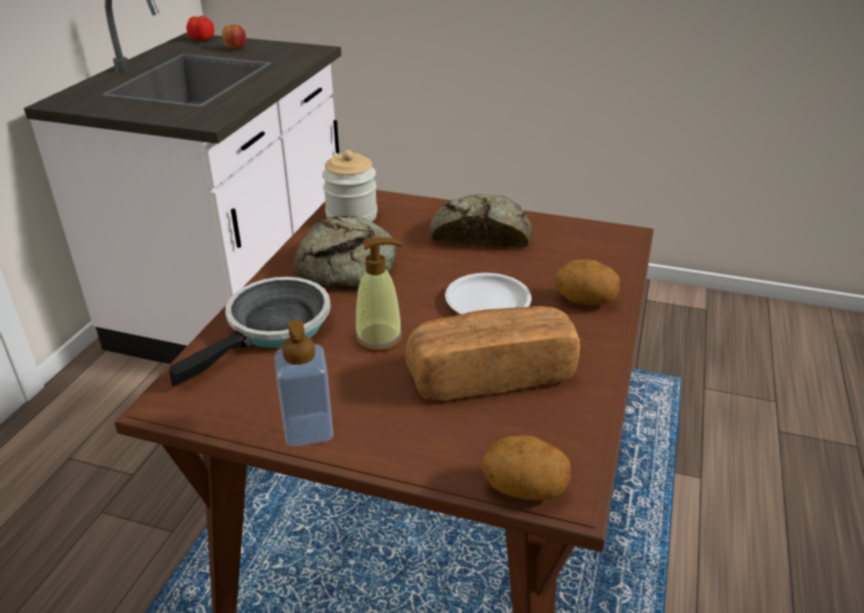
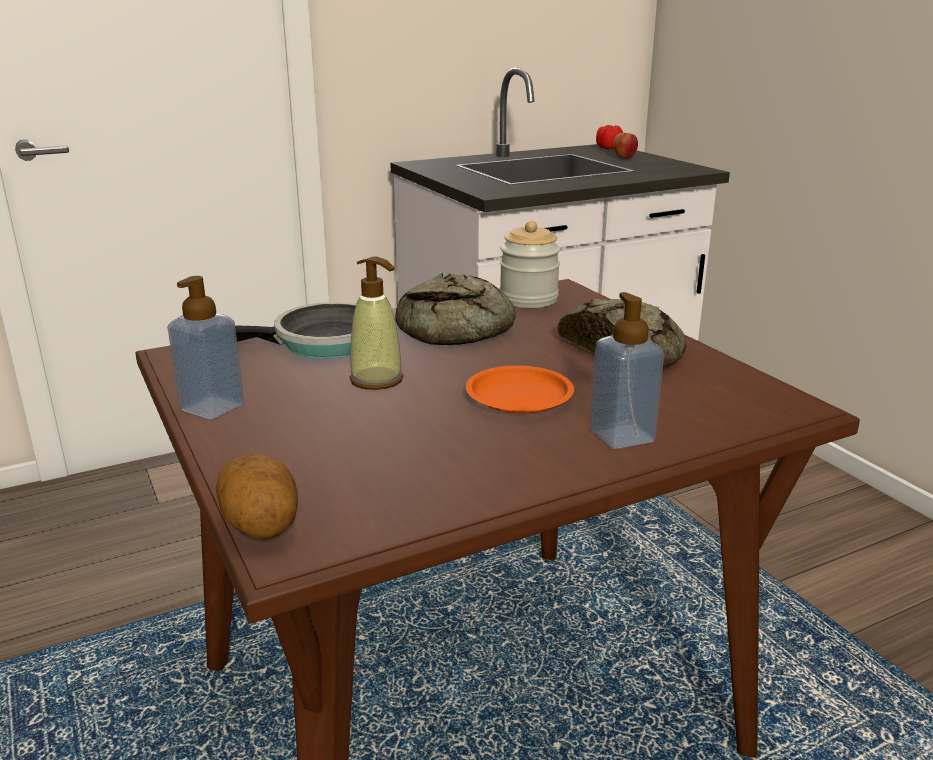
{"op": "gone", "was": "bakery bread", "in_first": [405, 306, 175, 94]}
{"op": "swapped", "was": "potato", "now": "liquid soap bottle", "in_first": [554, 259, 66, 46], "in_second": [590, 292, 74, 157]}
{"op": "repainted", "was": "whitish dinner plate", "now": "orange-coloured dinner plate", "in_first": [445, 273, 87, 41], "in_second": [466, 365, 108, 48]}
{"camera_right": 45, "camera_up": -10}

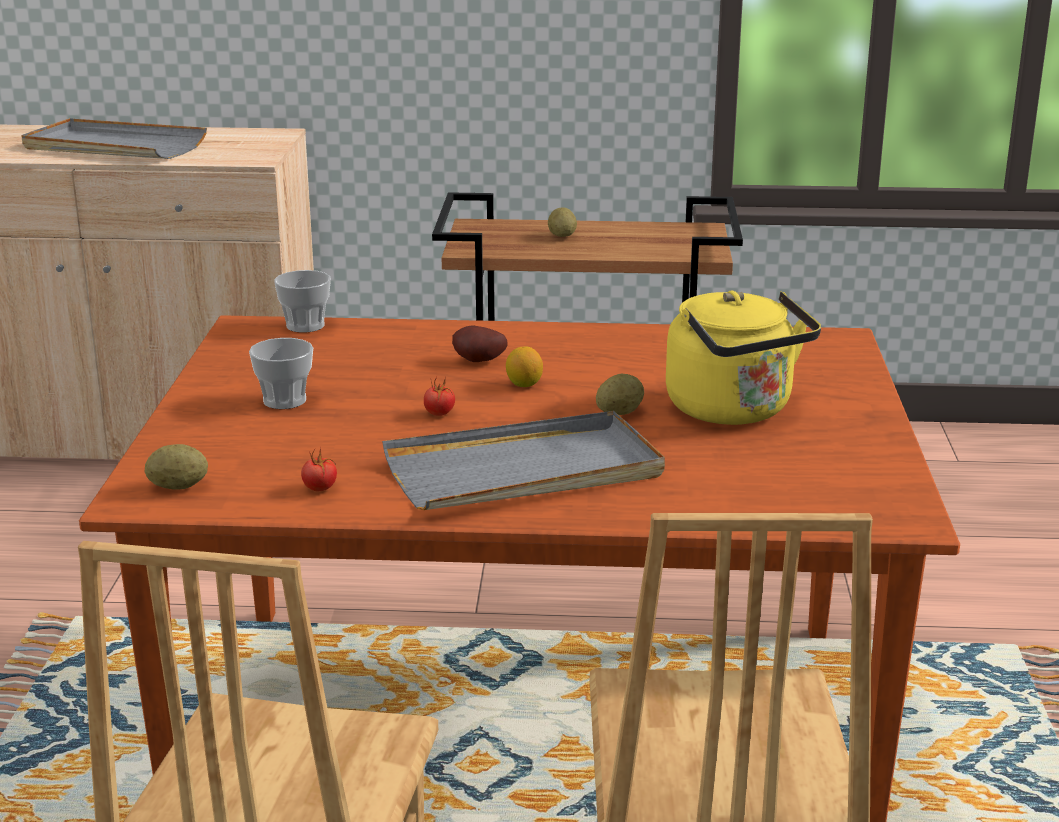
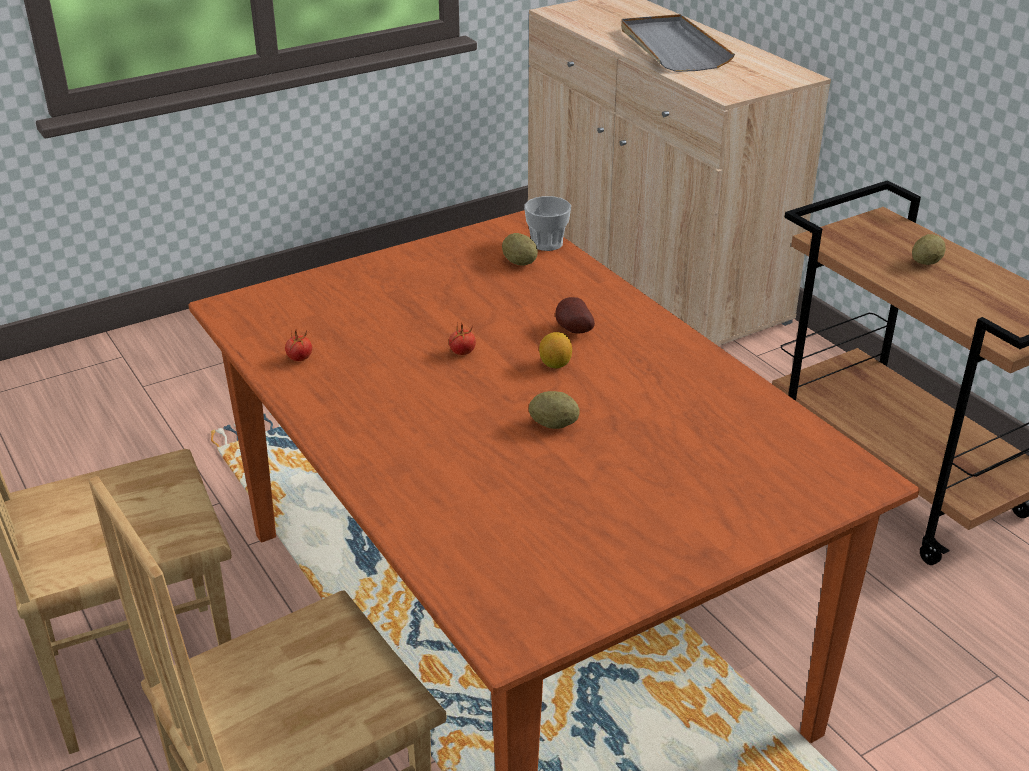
{"op": "gone", "was": "drinking cup", "in_first": [249, 338, 64, 71]}
{"op": "gone", "was": "gray carrying tray", "in_first": [382, 411, 283, 99]}
{"op": "gone", "was": "yellow water kettle", "in_first": [666, 290, 155, 135]}
{"op": "shifted", "was": "potato", "in_first": [144, 444, 64, 46], "in_second": [502, 233, 36, 33]}
{"camera_right": 55, "camera_up": 10}

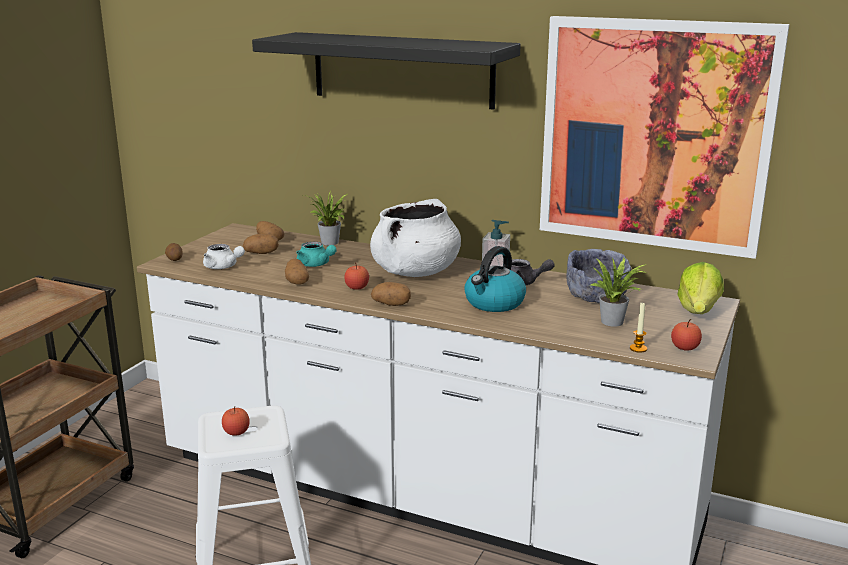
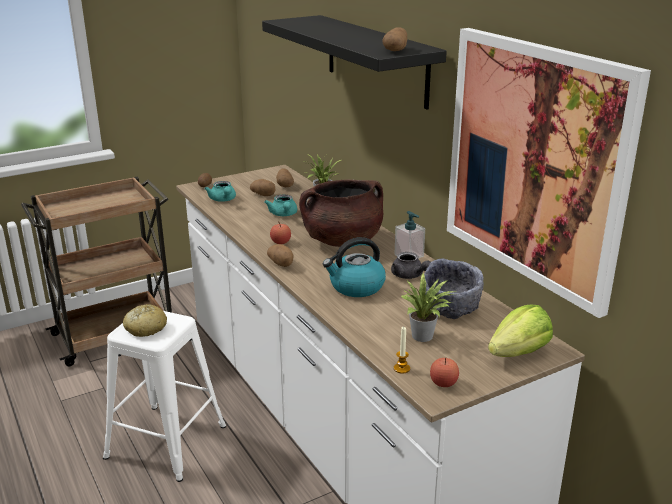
{"op": "shifted", "was": "potato", "in_first": [285, 259, 24, 26], "in_second": [383, 27, 24, 24]}
{"op": "swapped", "was": "apple fruit", "now": "bakery bread", "in_first": [222, 406, 28, 30], "in_second": [123, 304, 44, 33]}
{"op": "repainted", "was": "whitish tea pot", "now": "turquoise-coloured tea pot", "in_first": [203, 244, 42, 25], "in_second": [204, 181, 32, 21]}
{"op": "repainted", "was": "whitish cooking pot", "now": "brown-coloured cooking pot", "in_first": [370, 199, 91, 78], "in_second": [299, 179, 84, 68]}
{"camera_right": 35, "camera_up": 5}

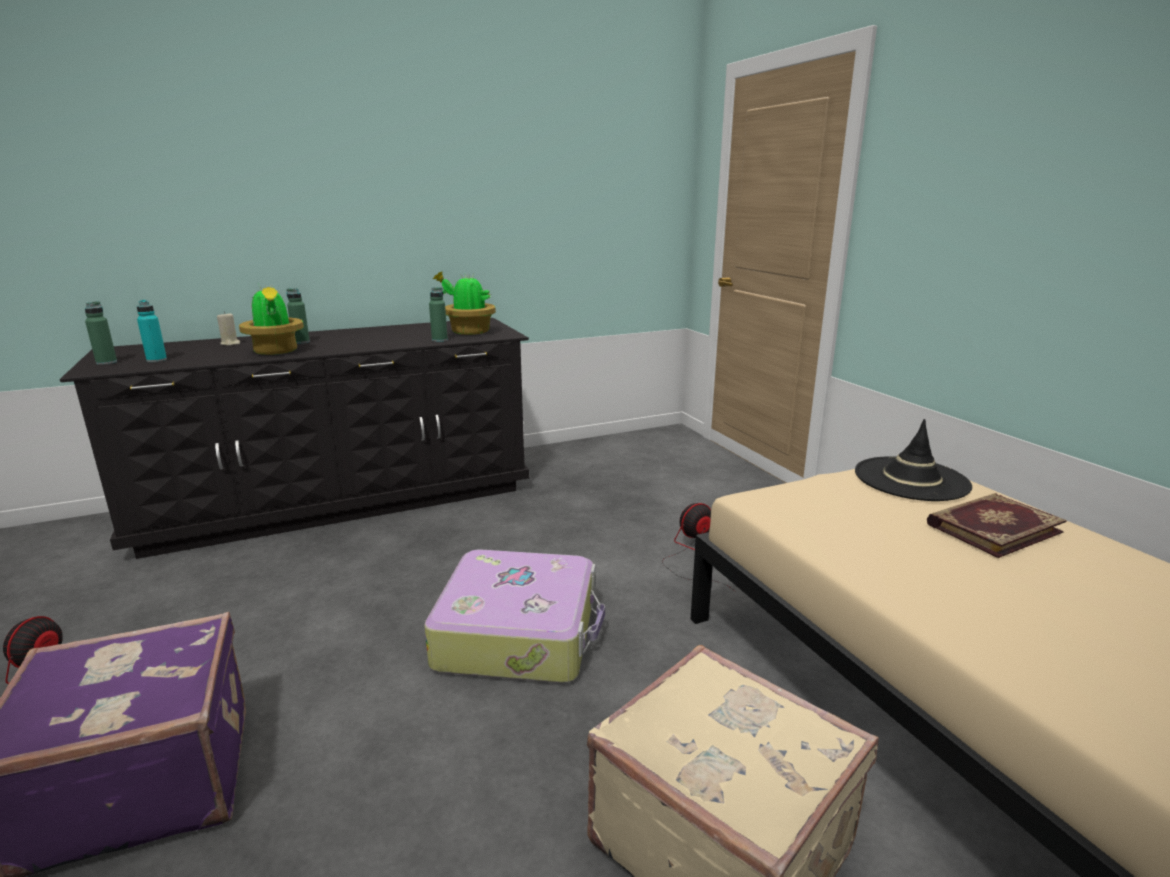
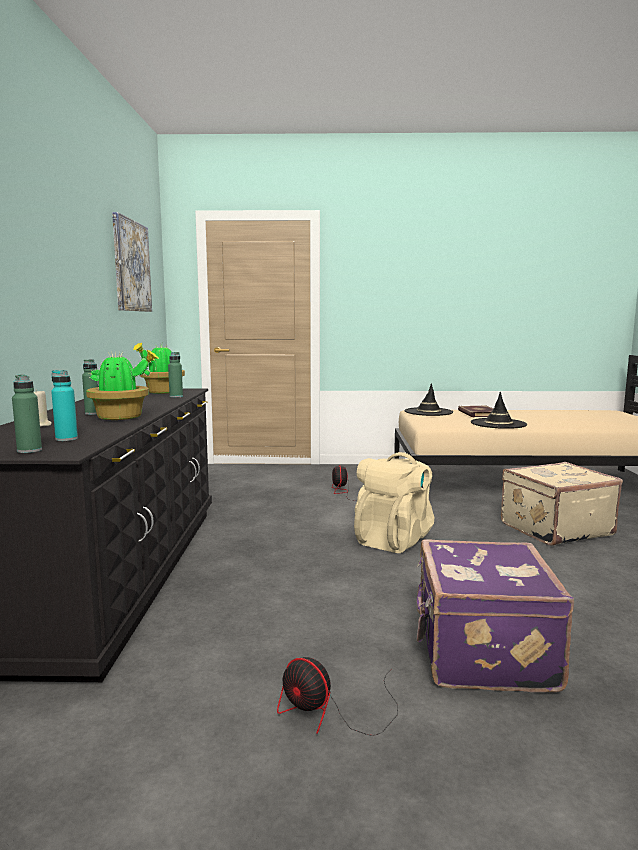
{"op": "new", "now": "wall art", "in_second": [112, 212, 40, 100]}
{"op": "new", "now": "black clothing hat", "in_second": [471, 392, 56, 37]}
{"op": "swapped", "was": "travel case", "now": "sand-coloured backpack", "in_first": [424, 549, 181, 134], "in_second": [354, 452, 80, 101]}
{"camera_right": -65, "camera_up": -10}

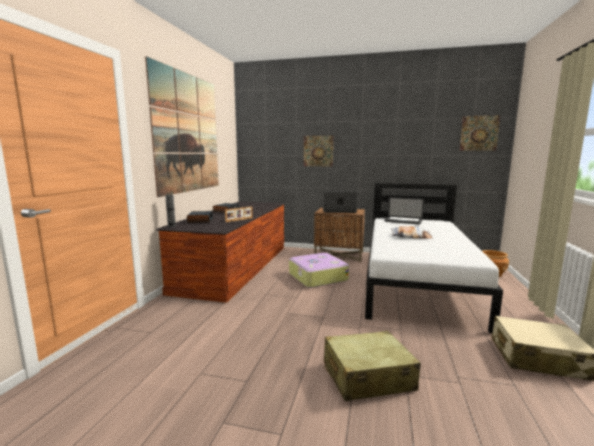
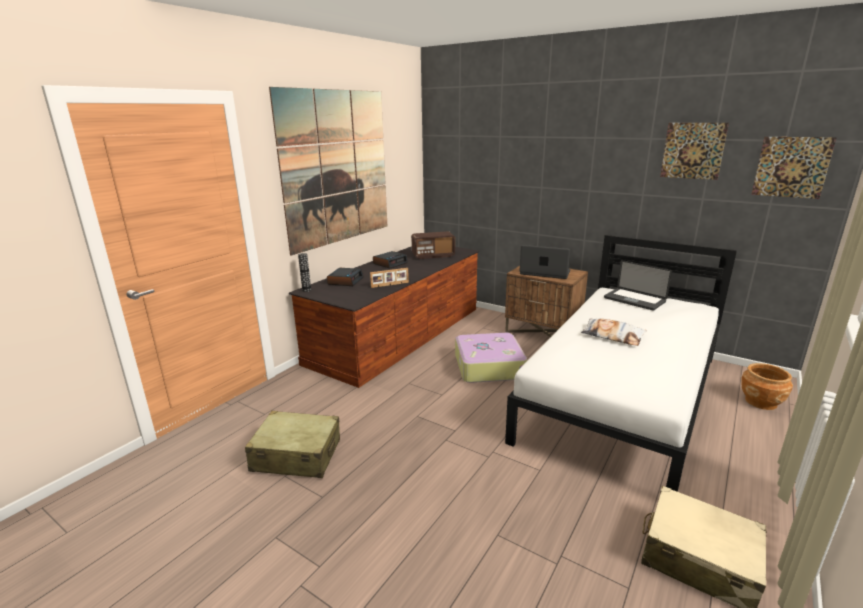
{"op": "new", "now": "radio set", "in_second": [411, 231, 44, 28]}
{"op": "shifted", "was": "wall art", "in_first": [304, 136, 29, 30], "in_second": [660, 123, 69, 57]}
{"op": "shifted", "was": "sand-coloured travel case", "in_first": [324, 331, 97, 70], "in_second": [245, 411, 95, 67]}
{"camera_right": 20, "camera_up": 10}

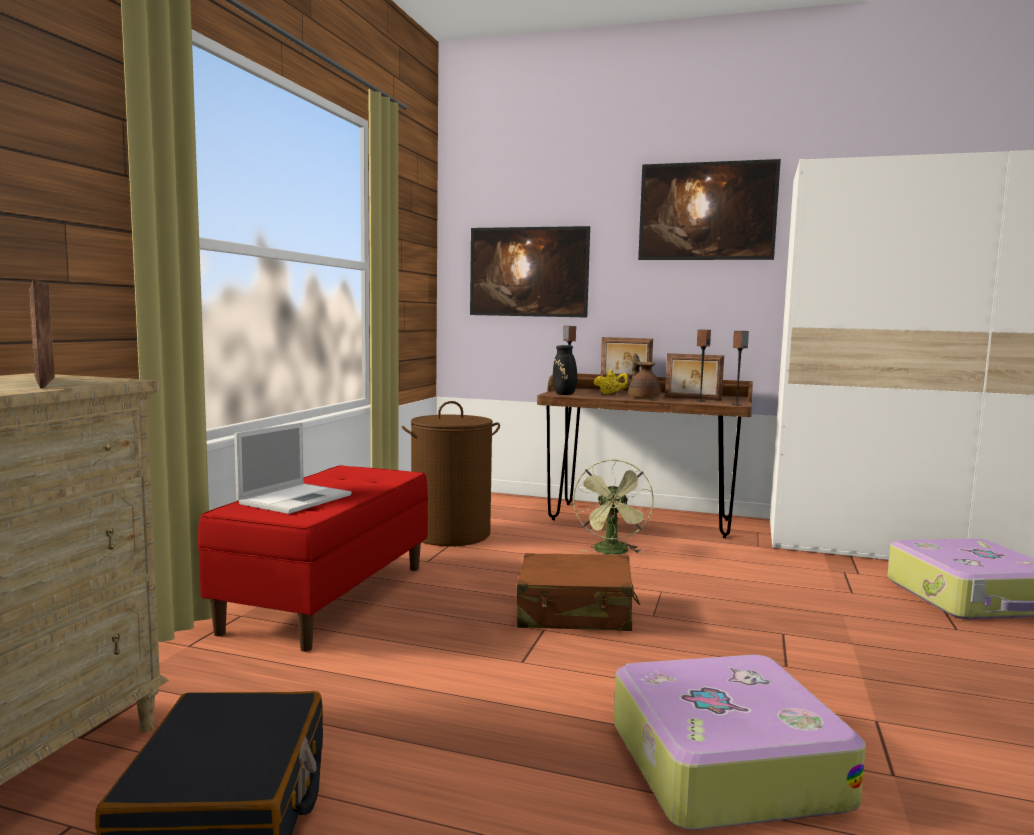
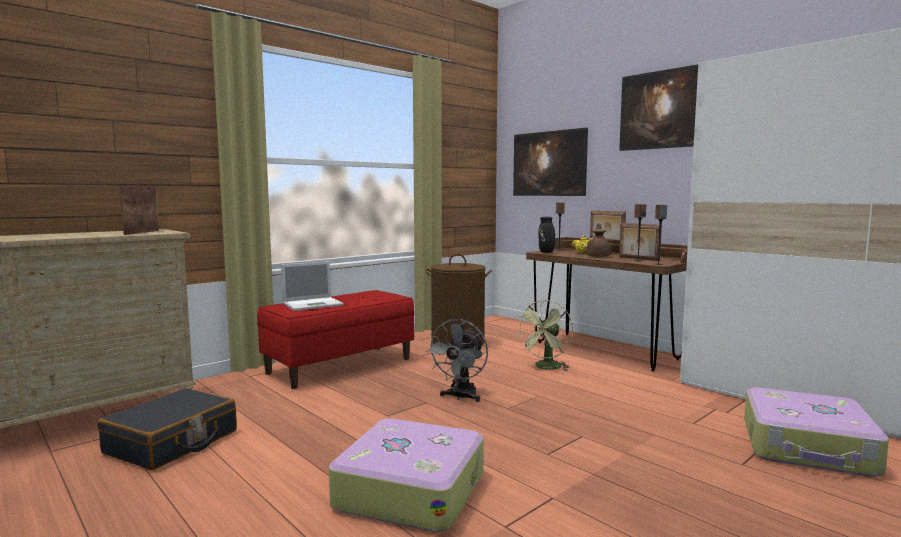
{"op": "swapped", "was": "brown-coloured travel case", "now": "gray fan", "in_first": [516, 553, 124, 78], "in_second": [426, 319, 62, 83]}
{"camera_right": 30, "camera_up": 0}

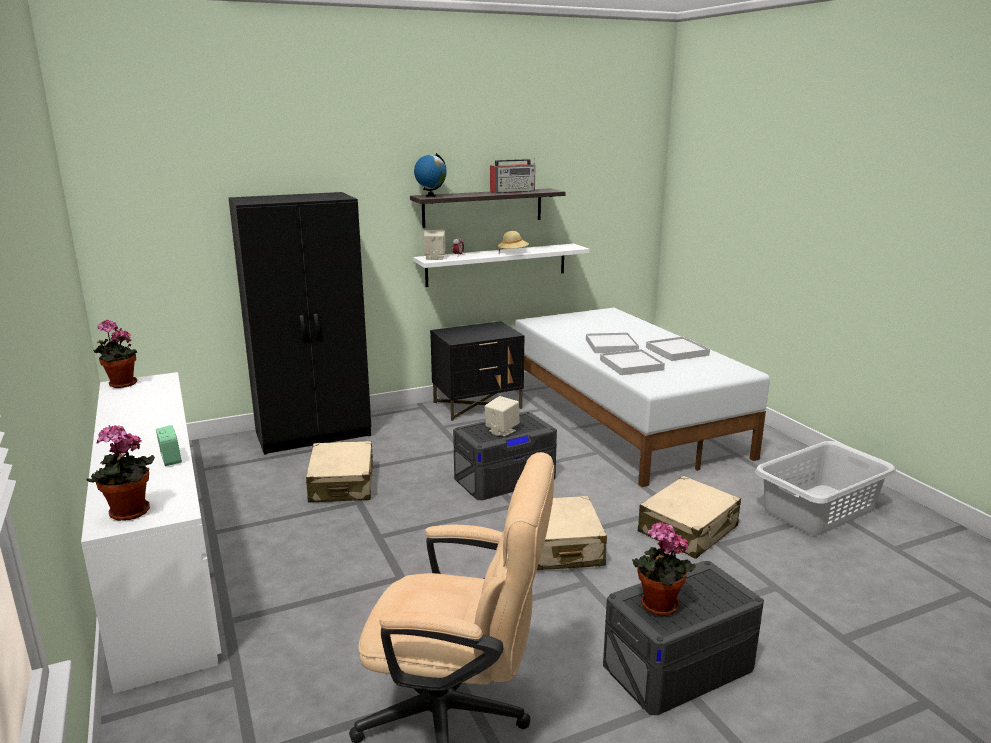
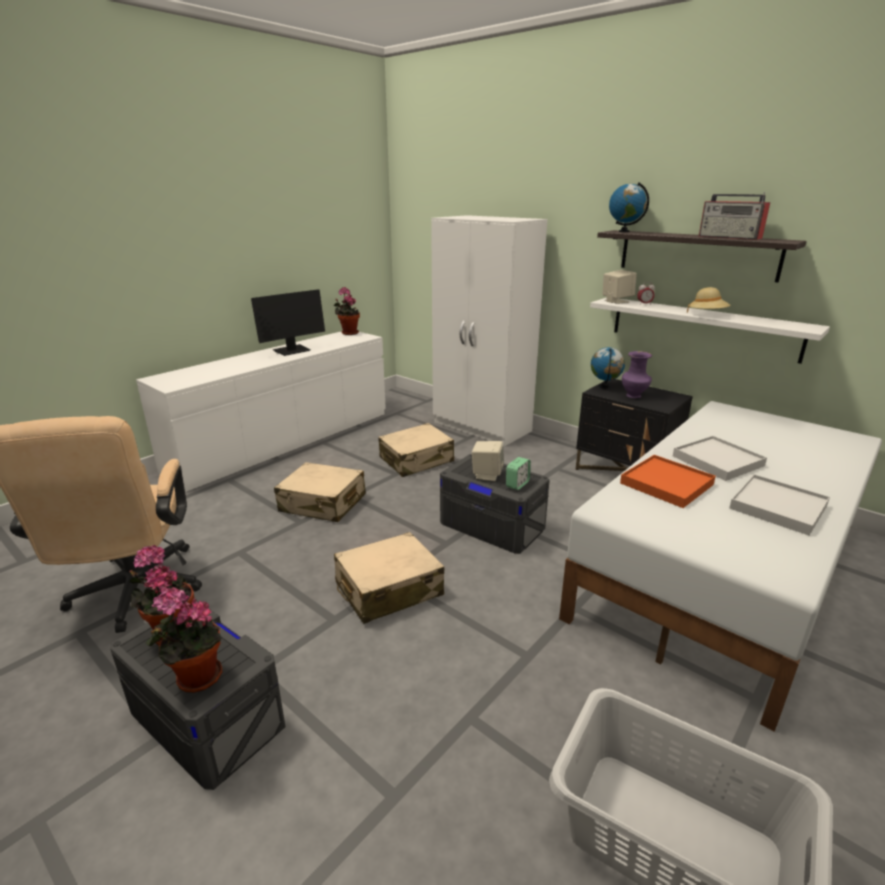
{"op": "new", "now": "computer display", "in_second": [251, 289, 74, 67]}
{"op": "new", "now": "desk globe", "in_second": [591, 347, 34, 42]}
{"op": "new", "now": "purple-coloured flower vase", "in_second": [622, 351, 30, 47]}
{"op": "shifted", "was": "plant in a pot", "in_first": [86, 425, 69, 96], "in_second": [145, 587, 77, 106]}
{"op": "shifted", "was": "table clock", "in_first": [156, 425, 26, 41], "in_second": [506, 457, 25, 33]}
{"op": "shifted", "was": "sand-coloured travel case", "in_first": [638, 476, 103, 83], "in_second": [274, 462, 92, 60]}
{"op": "repainted", "was": "black armoire", "now": "whitish armoire", "in_first": [229, 192, 142, 263], "in_second": [431, 215, 117, 232]}
{"op": "repainted", "was": "whitish carrying tray", "now": "orange-coloured carrying tray", "in_first": [600, 349, 65, 26], "in_second": [620, 455, 96, 53]}
{"camera_right": 65, "camera_up": 5}

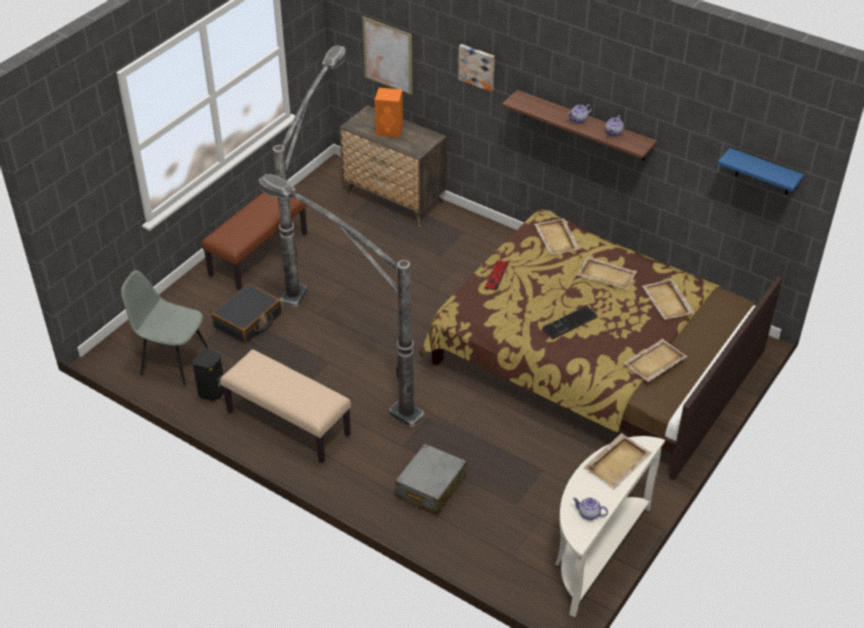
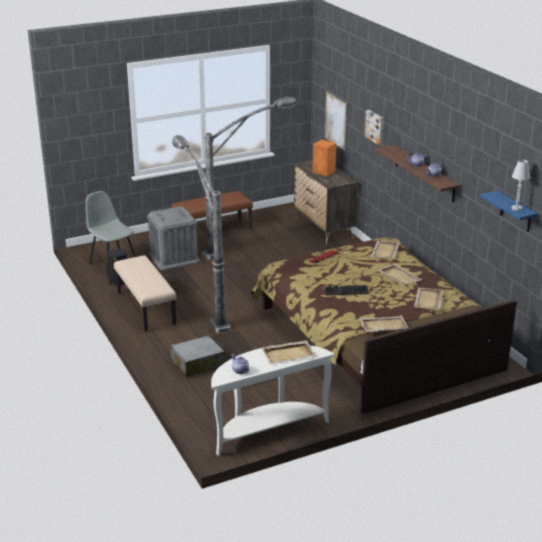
{"op": "new", "now": "whitish table lamp", "in_second": [512, 159, 18, 52]}
{"op": "swapped", "was": "black travel case", "now": "gray storage box", "in_first": [212, 284, 70, 60], "in_second": [147, 207, 53, 63]}
{"camera_right": 30, "camera_up": -15}

